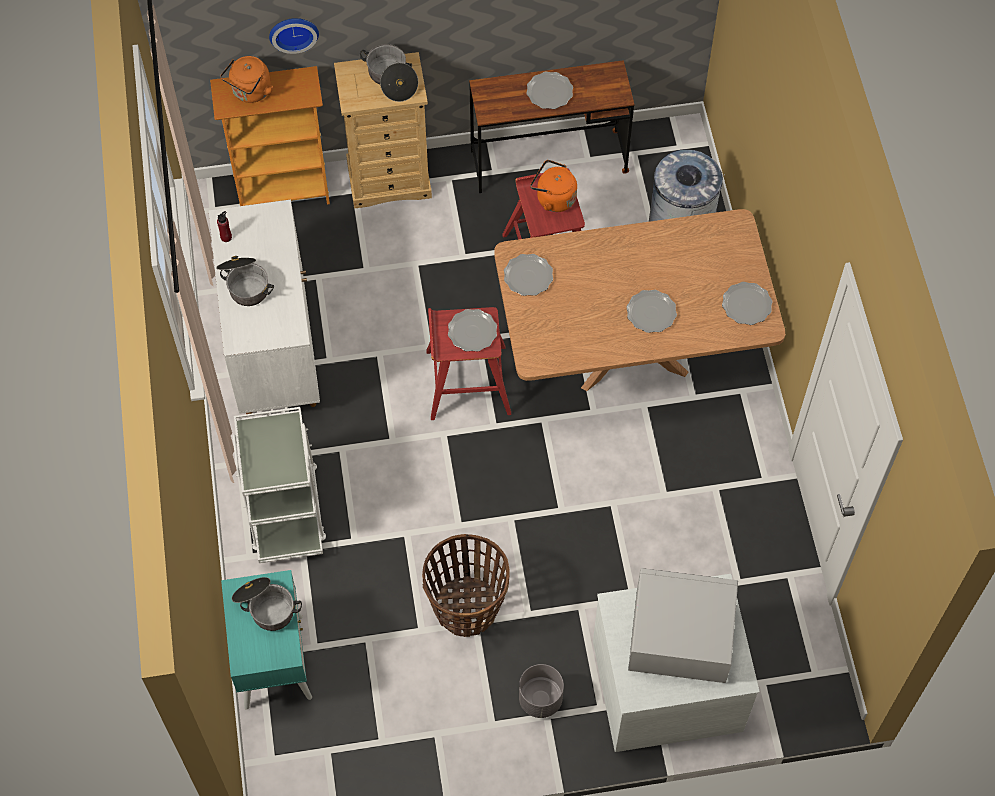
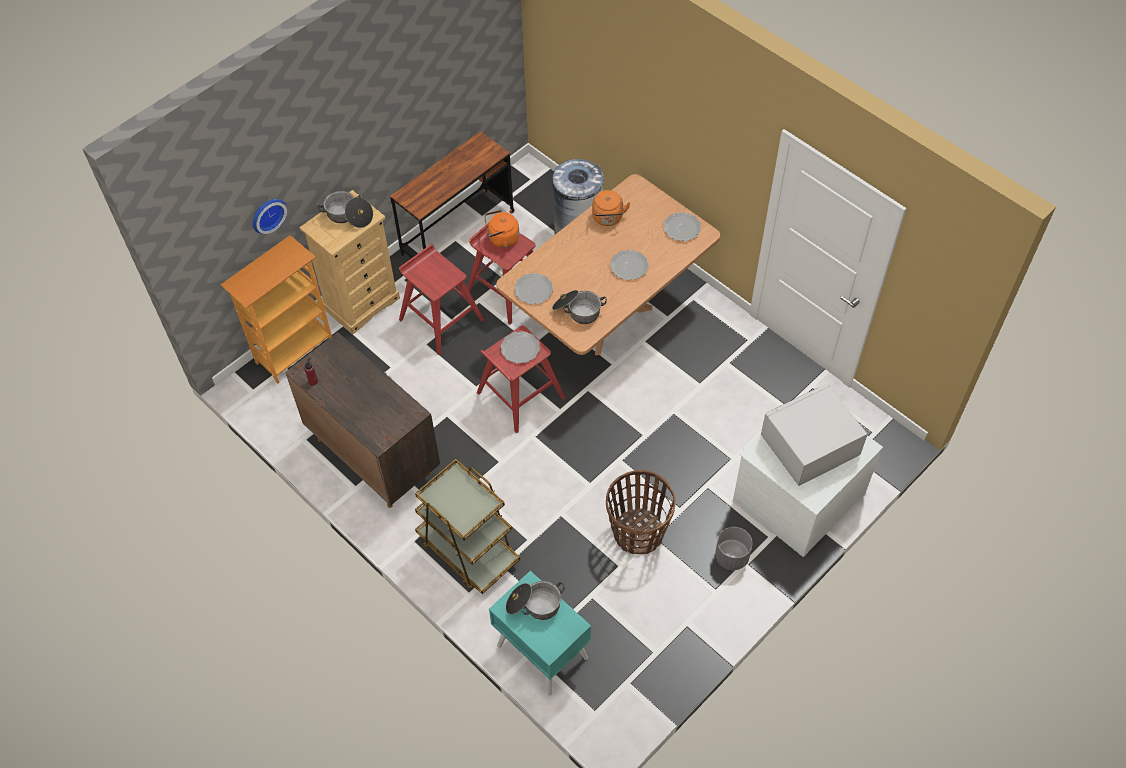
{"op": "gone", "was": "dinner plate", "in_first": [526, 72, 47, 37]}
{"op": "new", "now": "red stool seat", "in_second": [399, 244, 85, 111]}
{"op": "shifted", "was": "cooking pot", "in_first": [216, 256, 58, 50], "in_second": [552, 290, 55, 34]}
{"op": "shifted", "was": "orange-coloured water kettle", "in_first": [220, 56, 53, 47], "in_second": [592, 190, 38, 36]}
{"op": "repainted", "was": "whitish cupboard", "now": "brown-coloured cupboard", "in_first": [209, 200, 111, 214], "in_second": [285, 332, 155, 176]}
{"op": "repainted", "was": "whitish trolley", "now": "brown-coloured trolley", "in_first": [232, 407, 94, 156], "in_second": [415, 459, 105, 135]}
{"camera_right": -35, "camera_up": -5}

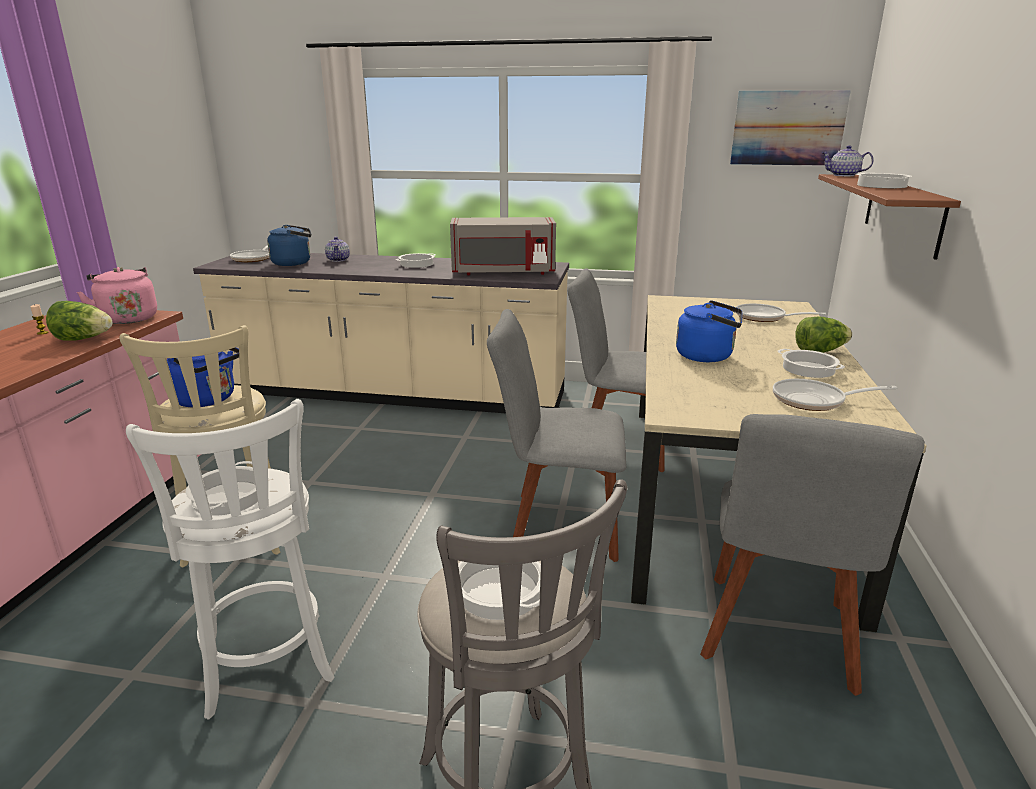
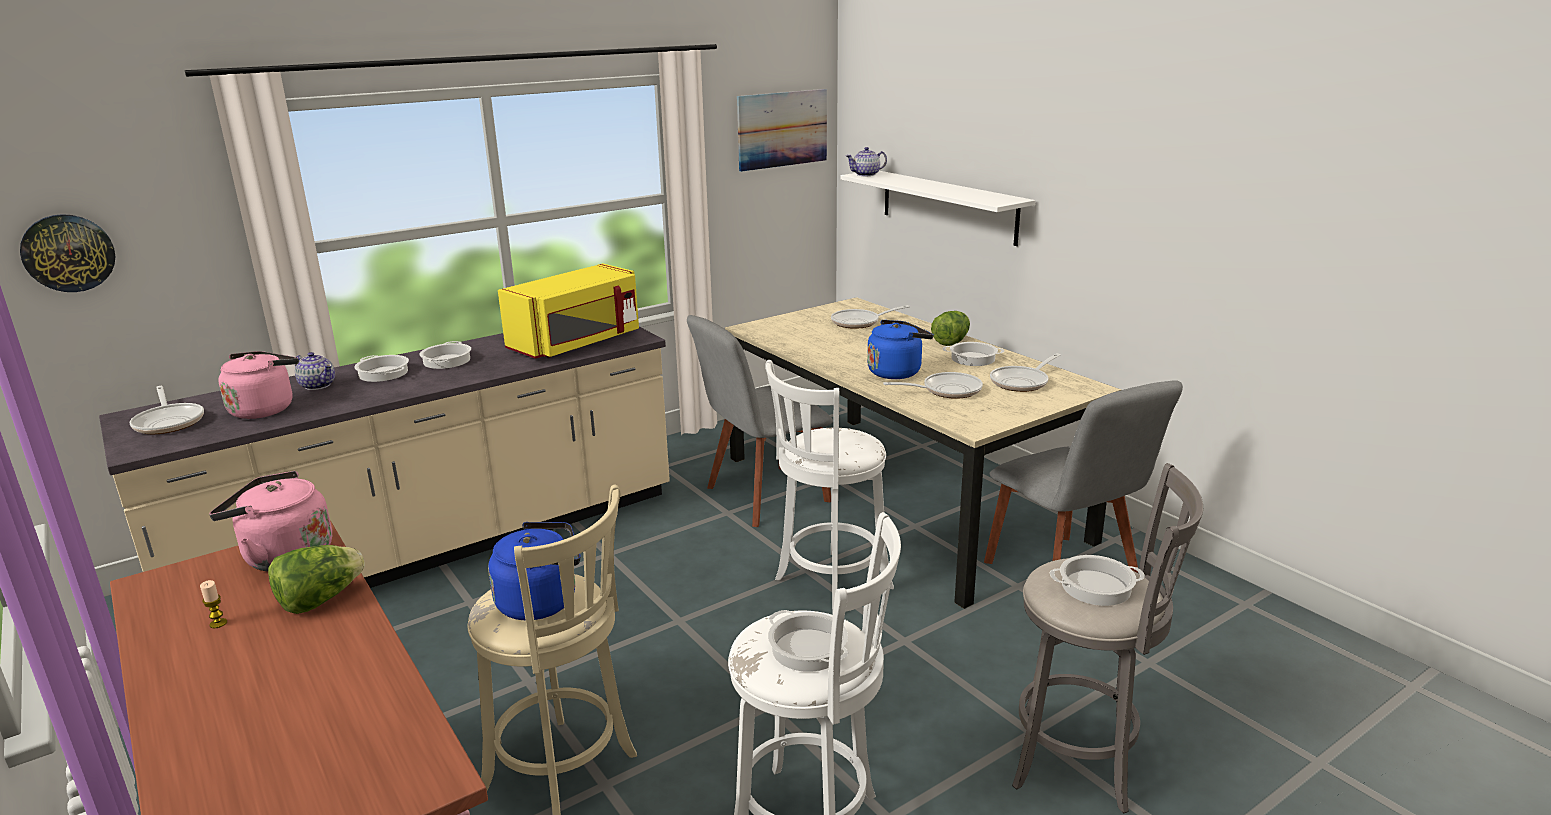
{"op": "new", "now": "clock on the wall", "in_second": [20, 214, 95, 78]}
{"op": "new", "now": "skillet", "in_second": [883, 372, 100, 27]}
{"op": "shifted", "was": "cooking pot", "in_first": [857, 173, 55, 15], "in_second": [354, 355, 55, 27]}
{"op": "swapped", "was": "gray plain chair", "now": "whitish stool seat", "in_first": [487, 309, 140, 253], "in_second": [765, 360, 129, 255]}
{"op": "repainted", "was": "bluish water kettle", "now": "pink water kettle", "in_first": [267, 225, 44, 41], "in_second": [218, 351, 81, 68]}
{"op": "repainted", "was": "gray microwave oven", "now": "yellow microwave oven", "in_first": [450, 217, 106, 58], "in_second": [498, 263, 141, 96]}
{"op": "repainted", "was": "brown-coloured wall shelf", "now": "whitish wall shelf", "in_first": [818, 174, 143, 86], "in_second": [841, 171, 195, 75]}
{"camera_right": -45, "camera_up": 0}

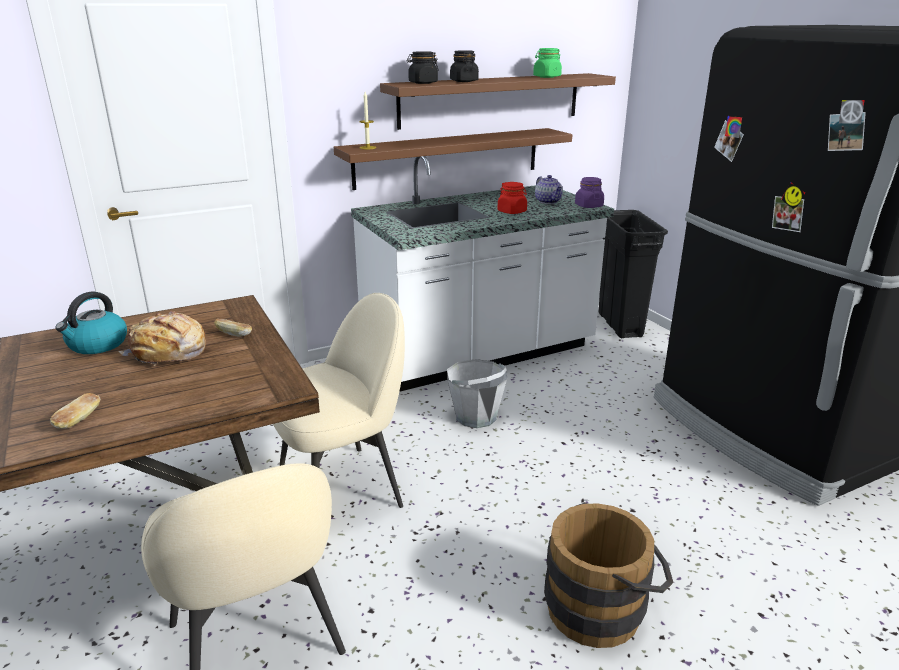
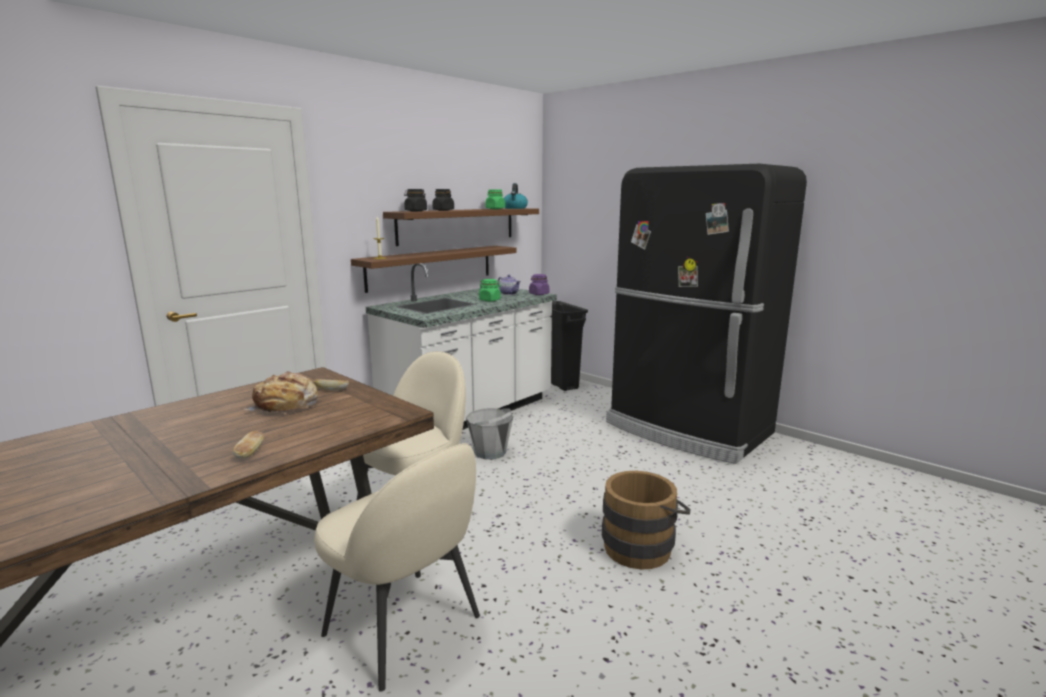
{"op": "shifted", "was": "water kettle", "in_first": [55, 291, 72, 63], "in_second": [504, 183, 24, 26]}
{"op": "repainted", "was": "red storage jar", "now": "greenish storage jar", "in_first": [498, 182, 29, 32], "in_second": [479, 279, 22, 22]}
{"camera_right": -20, "camera_up": -10}

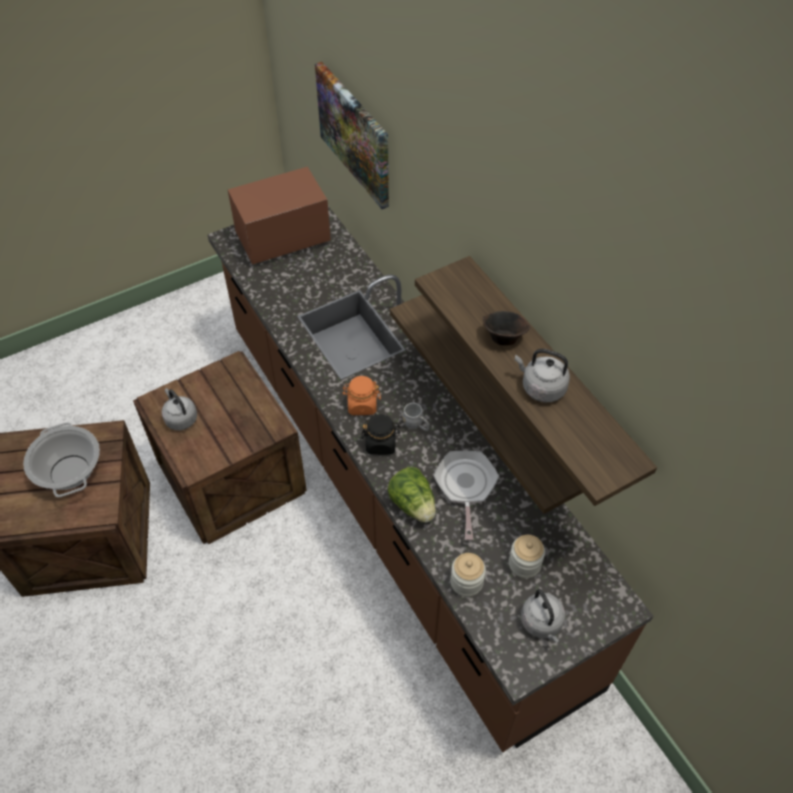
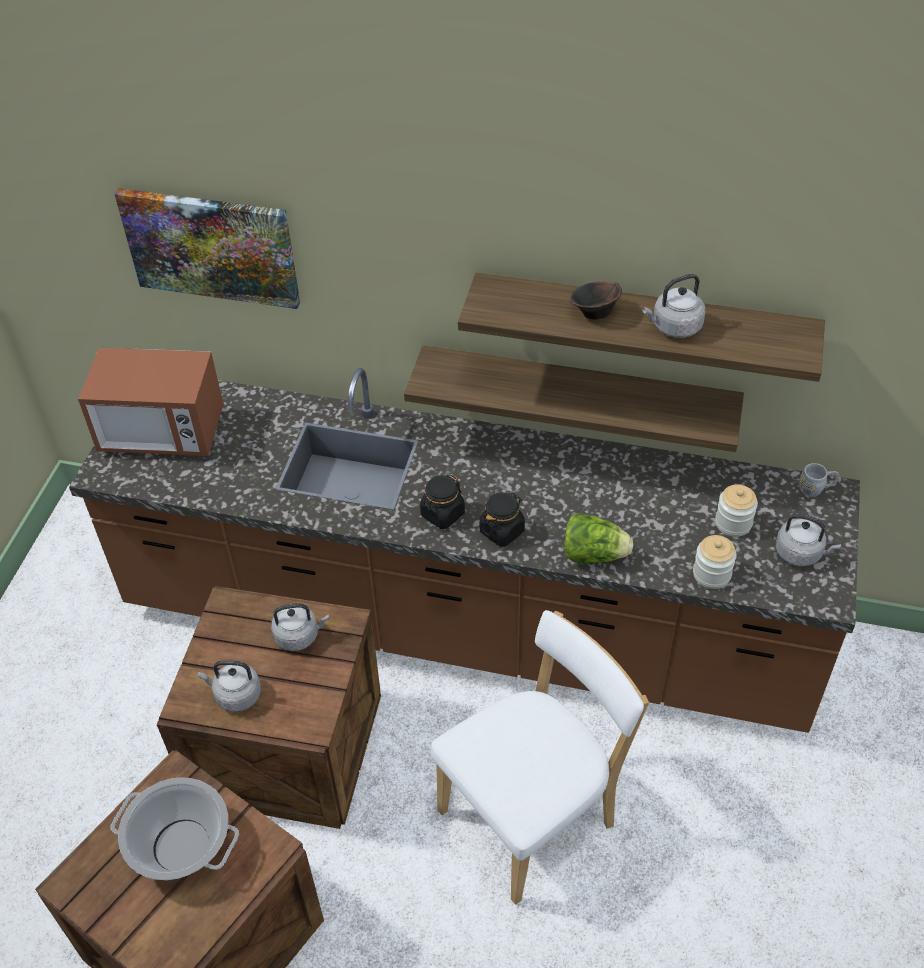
{"op": "gone", "was": "skillet", "in_first": [433, 451, 66, 89]}
{"op": "new", "now": "gray water kettle", "in_second": [271, 603, 58, 48]}
{"op": "new", "now": "whitish plain chair", "in_second": [430, 610, 219, 295]}
{"op": "shifted", "was": "gray tea mug", "in_first": [402, 403, 28, 28], "in_second": [799, 463, 40, 34]}
{"op": "repainted", "was": "orange-coloured storage jar", "now": "black storage jar", "in_first": [342, 376, 39, 39], "in_second": [420, 474, 45, 55]}
{"op": "rotated", "was": "microwave oven", "in_first": [228, 167, 103, 98], "in_second": [78, 347, 145, 109], "clockwise": -105}
{"camera_right": -45, "camera_up": -5}

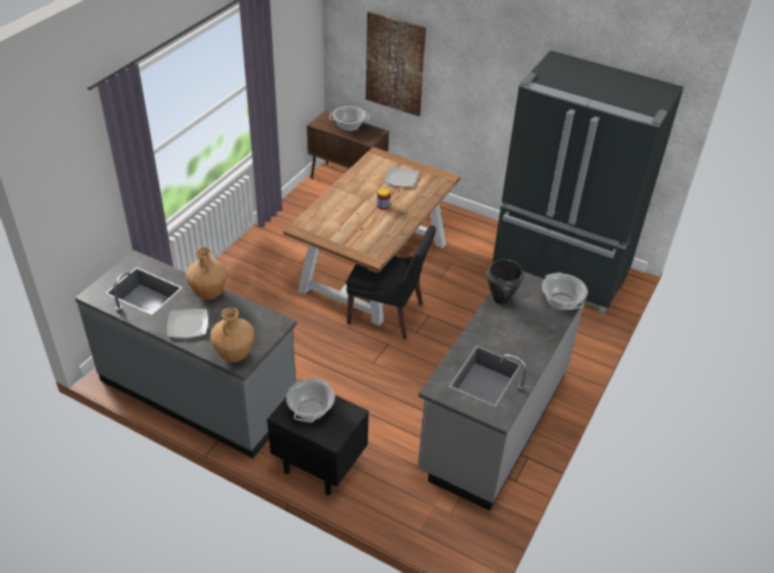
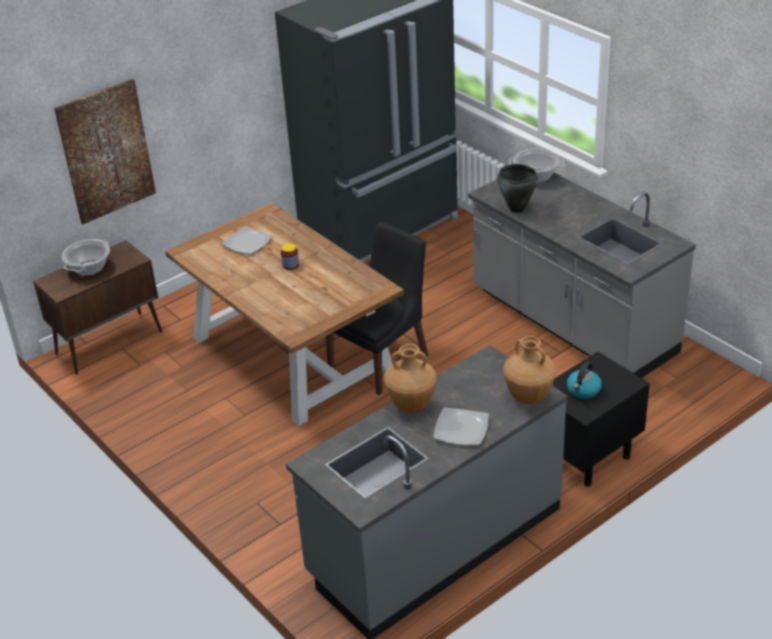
{"op": "swapped", "was": "cooking pot", "now": "water kettle", "in_first": [286, 377, 49, 45], "in_second": [567, 361, 35, 38]}
{"camera_right": -65, "camera_up": -5}

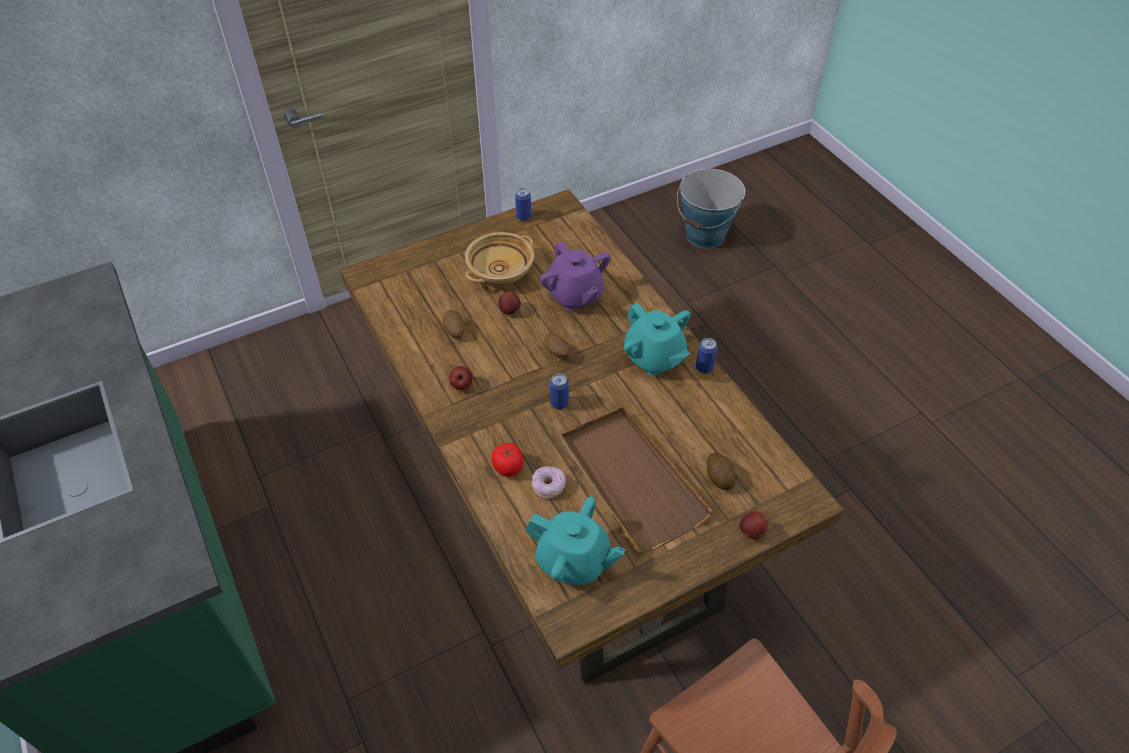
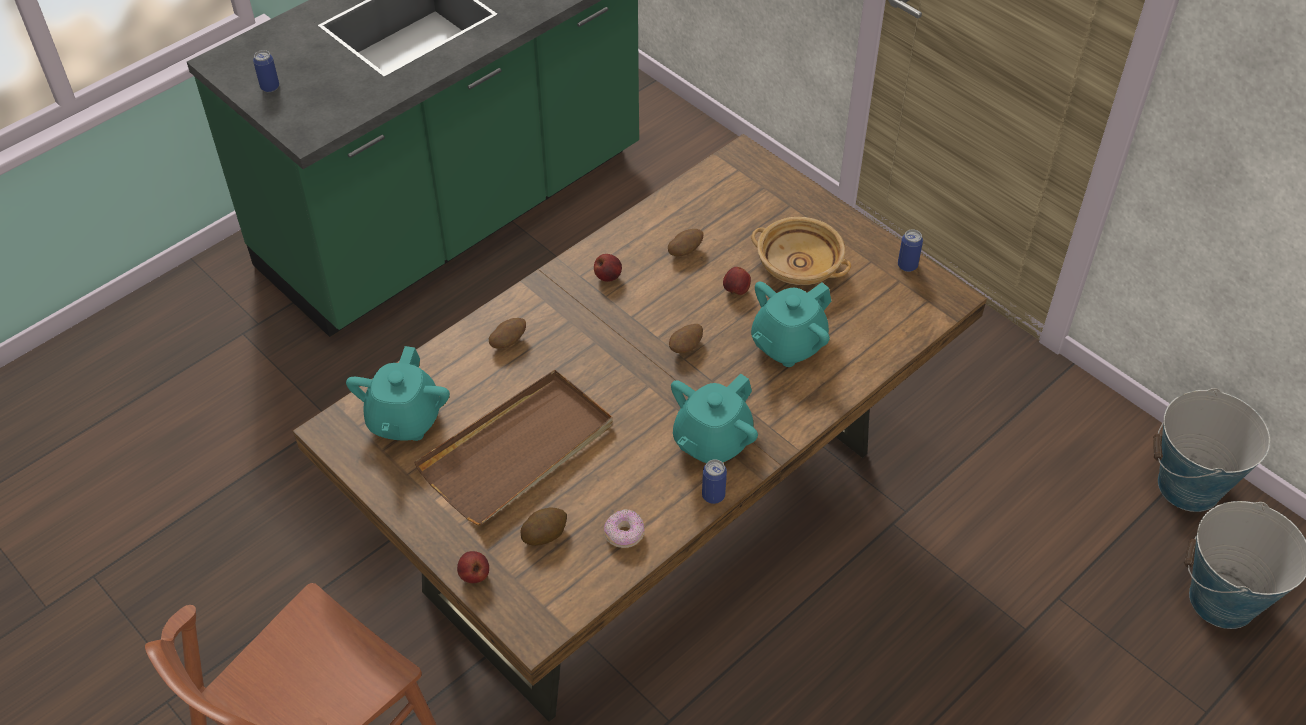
{"op": "new", "now": "pail", "in_second": [1153, 388, 117, 124]}
{"op": "shifted", "was": "ring doughnut", "in_first": [532, 466, 34, 32], "in_second": [604, 509, 41, 39]}
{"op": "shifted", "was": "sealed can", "in_first": [550, 373, 19, 36], "in_second": [253, 50, 26, 42]}
{"op": "swapped", "was": "fresh tomato", "now": "potato", "in_first": [492, 443, 31, 34], "in_second": [489, 318, 37, 31]}
{"op": "repainted", "was": "purple-coloured tea pot", "now": "turquoise-coloured tea pot", "in_first": [540, 241, 71, 70], "in_second": [751, 282, 80, 85]}
{"camera_right": 75, "camera_up": 0}

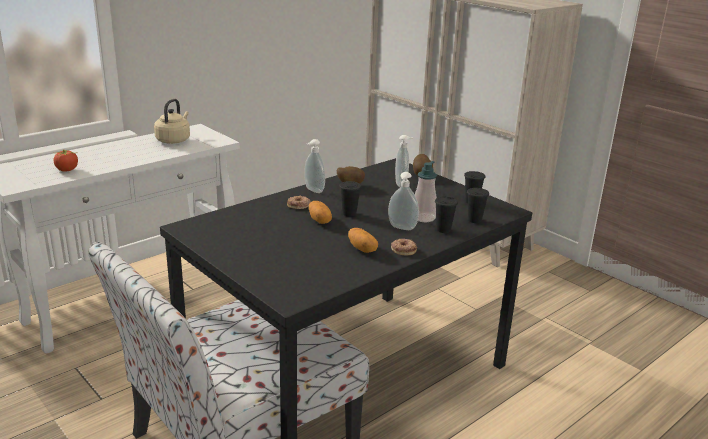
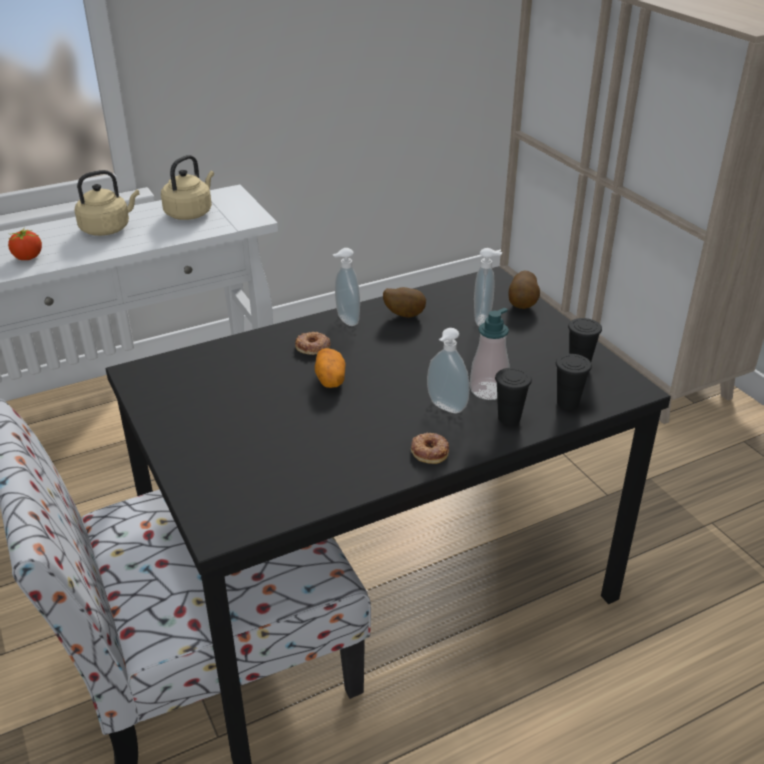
{"op": "gone", "was": "black drinking cup", "in_first": [339, 181, 23, 35]}
{"op": "gone", "was": "potato", "in_first": [348, 228, 30, 25]}
{"op": "new", "now": "sand-coloured water kettle", "in_second": [75, 170, 65, 66]}
{"camera_right": 15, "camera_up": 10}

